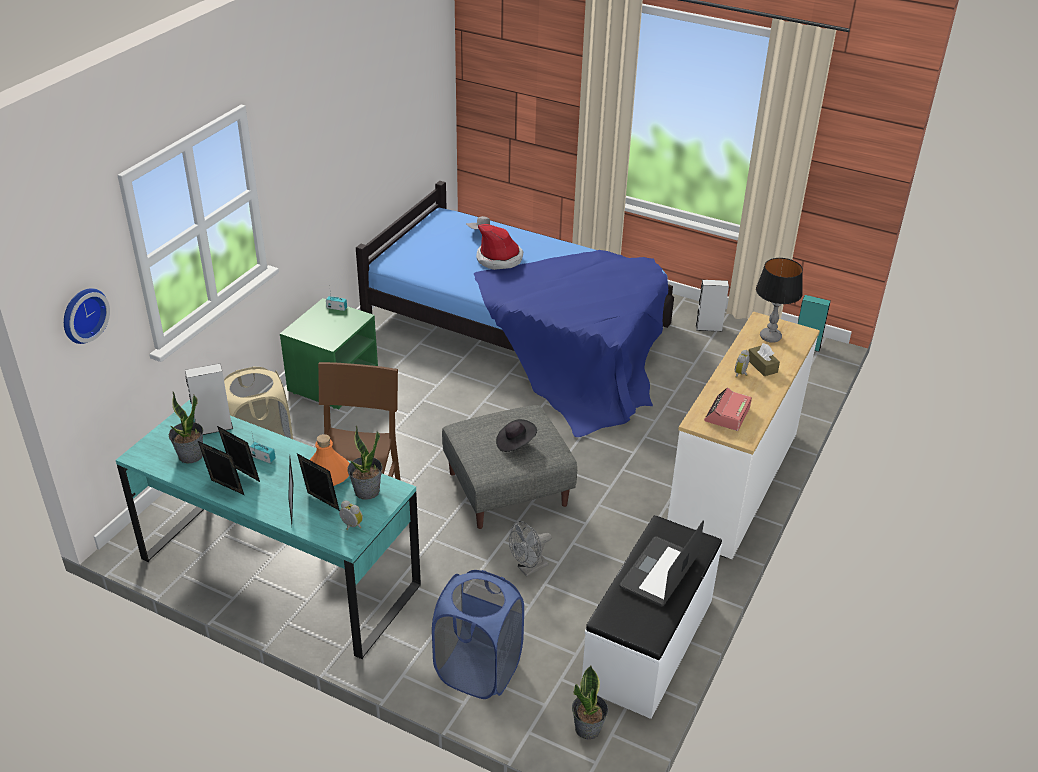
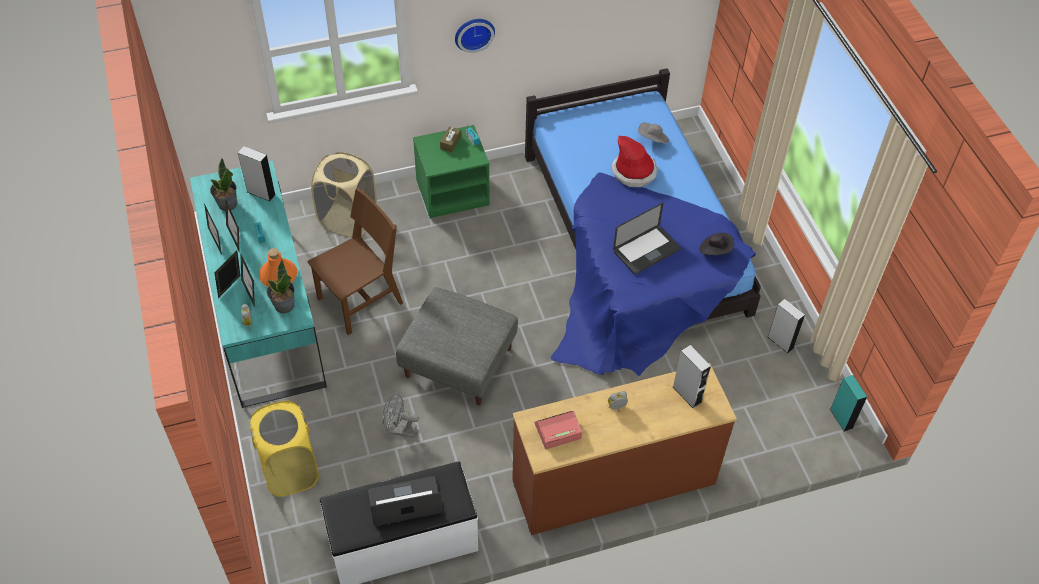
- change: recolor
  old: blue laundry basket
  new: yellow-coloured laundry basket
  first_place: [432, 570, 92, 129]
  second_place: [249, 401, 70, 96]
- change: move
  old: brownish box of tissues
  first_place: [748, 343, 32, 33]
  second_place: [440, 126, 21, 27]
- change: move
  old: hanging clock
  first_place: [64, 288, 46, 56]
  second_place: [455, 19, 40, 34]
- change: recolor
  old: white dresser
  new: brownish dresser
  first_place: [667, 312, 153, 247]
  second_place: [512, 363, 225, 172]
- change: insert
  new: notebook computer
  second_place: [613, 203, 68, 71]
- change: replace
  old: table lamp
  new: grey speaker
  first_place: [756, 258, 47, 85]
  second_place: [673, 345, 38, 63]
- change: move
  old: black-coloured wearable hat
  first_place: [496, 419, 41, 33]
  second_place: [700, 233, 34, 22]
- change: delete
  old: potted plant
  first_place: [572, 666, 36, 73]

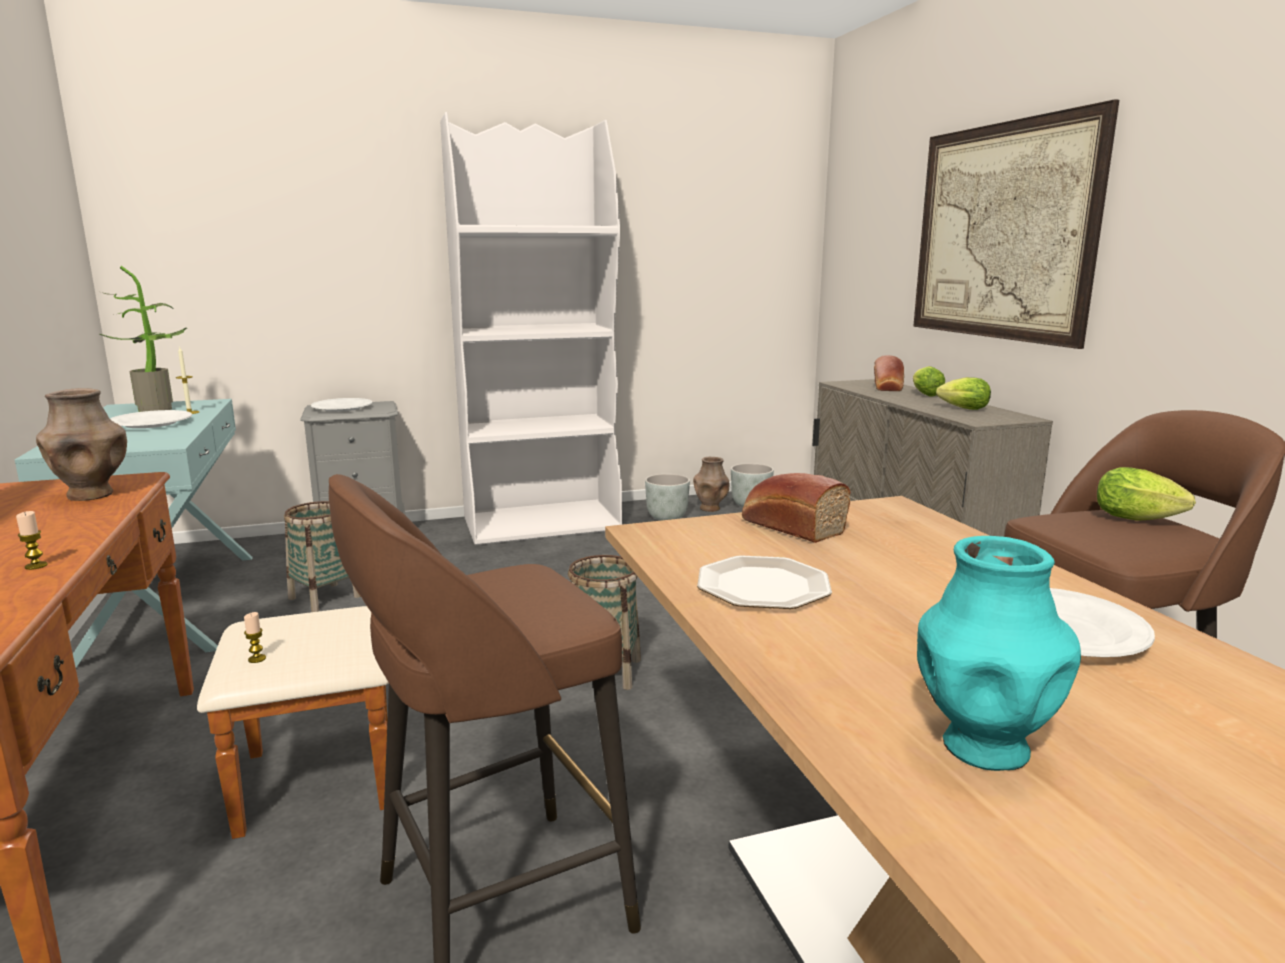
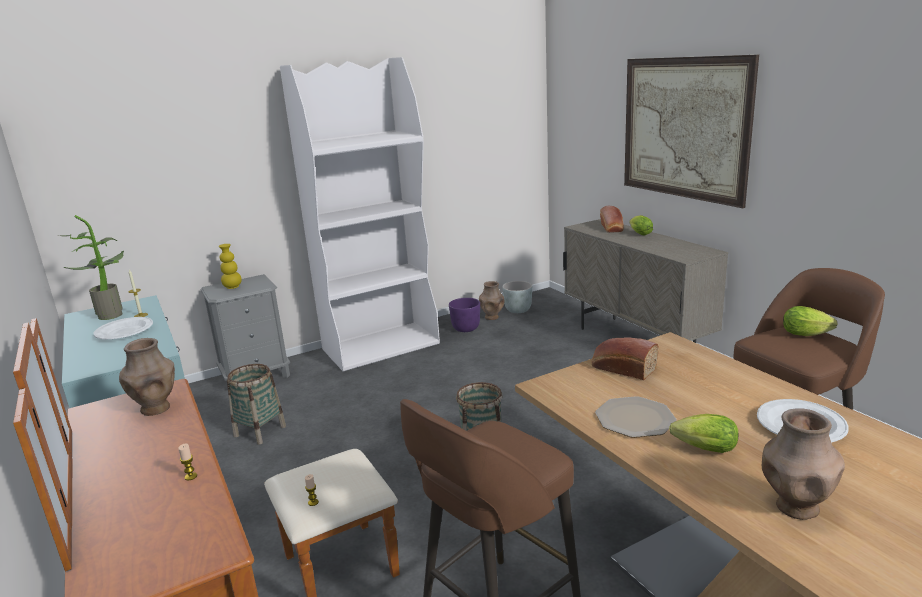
- change: replace
  old: white flat dish
  new: yellow-coloured decorative vase
  first_place: [311, 398, 62, 14]
  second_place: [219, 244, 23, 45]
- change: recolor
  old: grey plant pot
  new: purple-coloured plant pot
  first_place: [645, 474, 45, 47]
  second_place: [449, 298, 31, 34]
- change: move
  old: lettuce
  first_place: [936, 377, 55, 33]
  second_place: [669, 414, 69, 39]
- change: recolor
  old: turquoise-coloured decorative vase
  new: brownish decorative vase
  first_place: [917, 536, 164, 235]
  second_place: [762, 408, 83, 112]

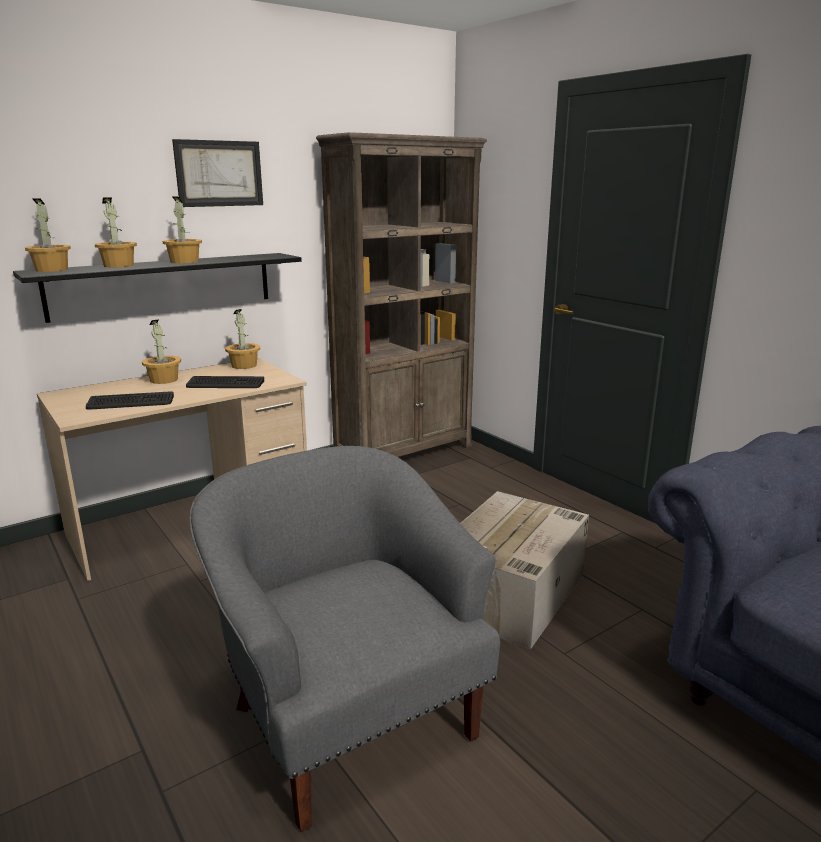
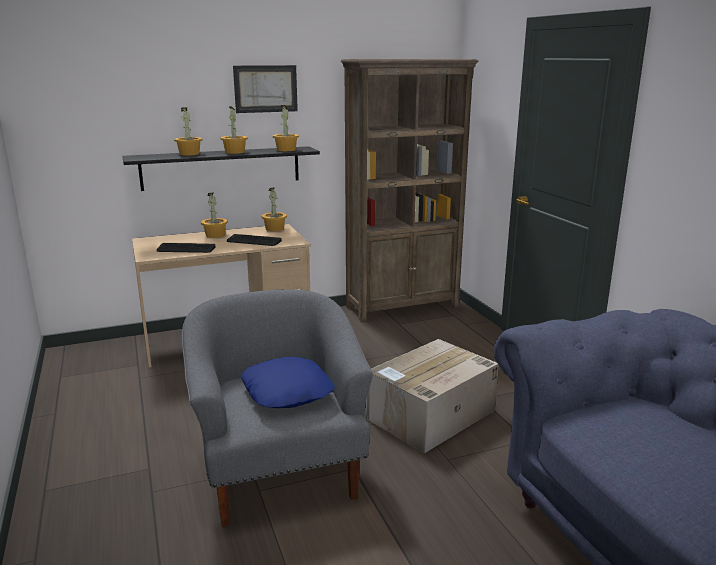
- change: insert
  new: blue throw pillow
  second_place: [241, 357, 94, 51]
- change: move
  old: potted plant
  first_place: [25, 198, 46, 74]
  second_place: [273, 105, 26, 46]

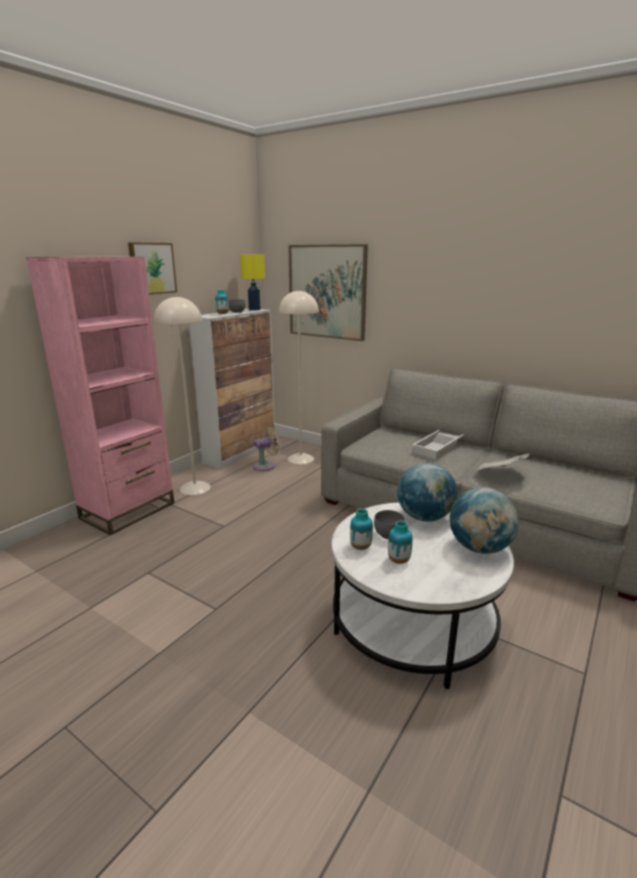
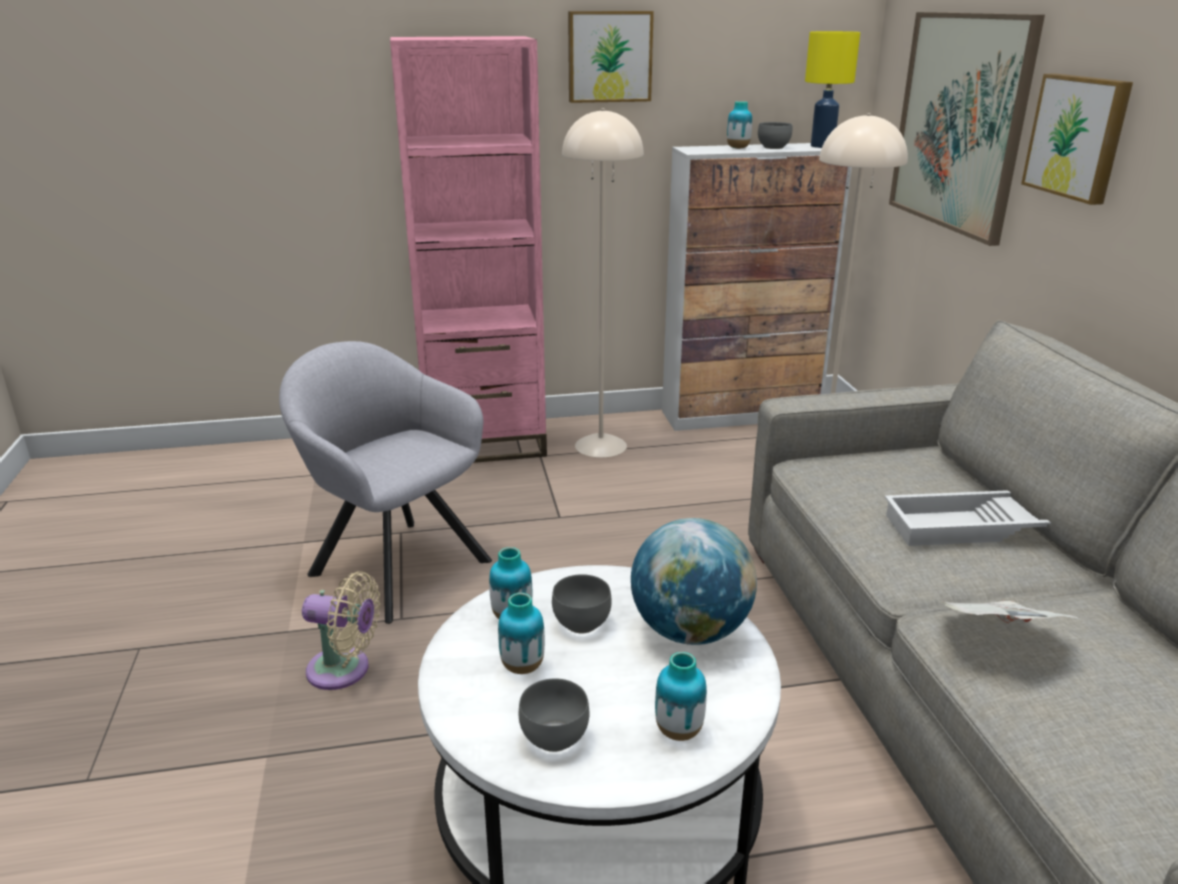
- change: insert
  new: grey armchair
  second_place: [279, 341, 213, 283]
- change: move
  old: beige-coloured electric fan
  first_place: [253, 427, 28, 44]
  second_place: [302, 571, 78, 119]
- change: insert
  new: grey deep dish
  second_place: [519, 678, 70, 74]
- change: replace
  old: world globe
  new: decorative vase
  first_place: [450, 487, 69, 67]
  second_place: [655, 652, 52, 89]
- change: insert
  new: picture
  second_place: [1021, 74, 112, 131]

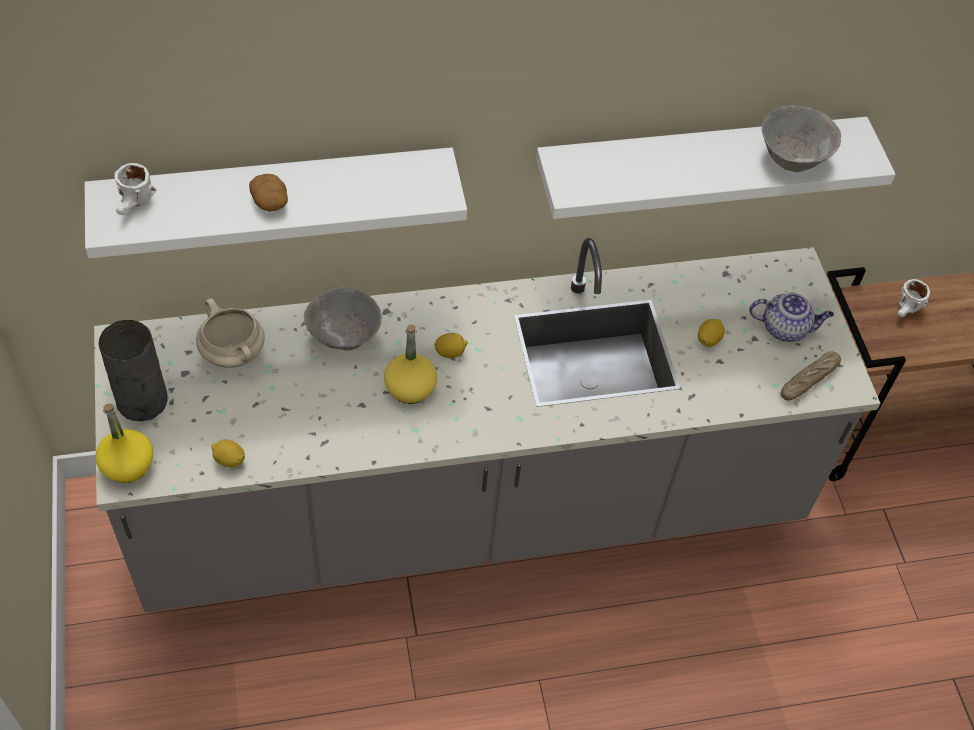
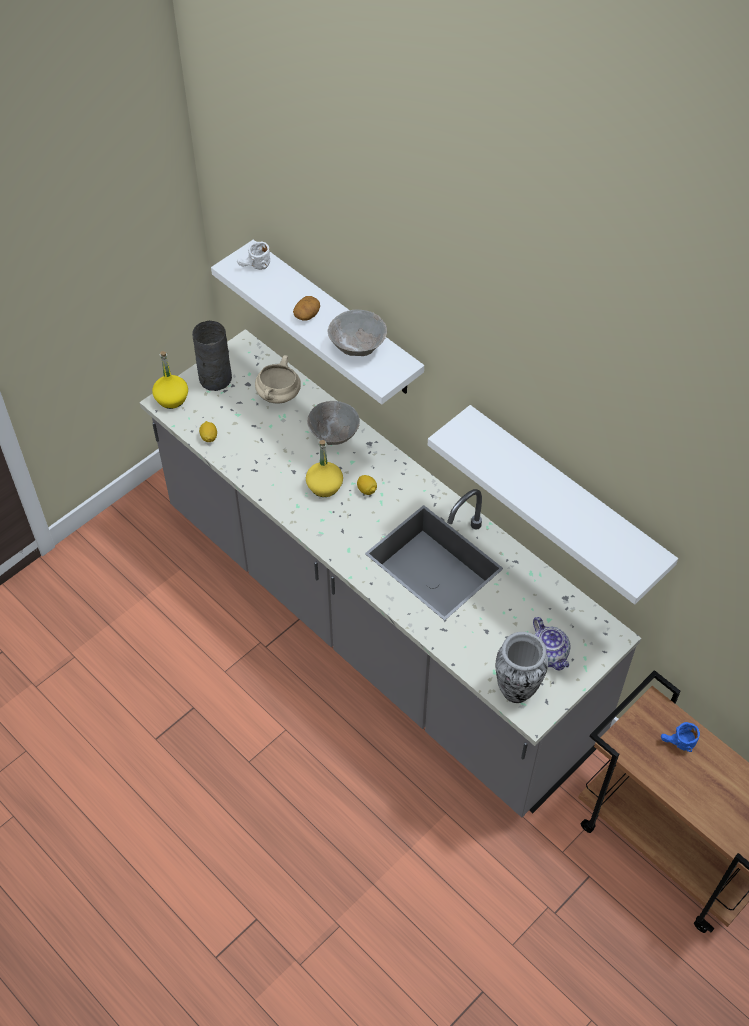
- change: move
  old: grey deep dish
  first_place: [762, 106, 79, 66]
  second_place: [327, 310, 60, 46]
- change: replace
  old: bakery bread
  new: decorative vase
  first_place: [781, 351, 60, 50]
  second_place: [496, 632, 52, 71]
- change: recolor
  old: white coffee mug
  new: blue coffee mug
  first_place: [898, 279, 32, 38]
  second_place: [661, 722, 39, 30]
- change: delete
  old: citrus fruit
  first_place: [698, 319, 27, 28]

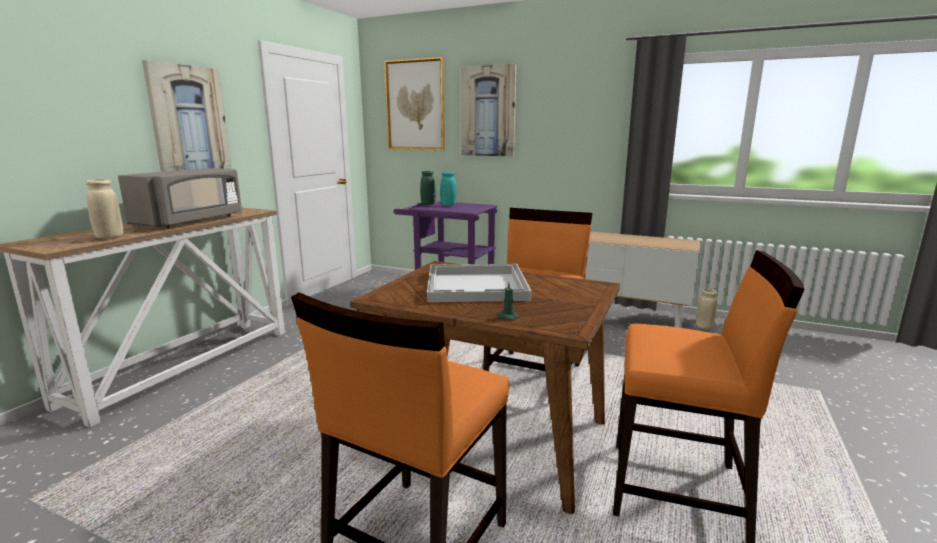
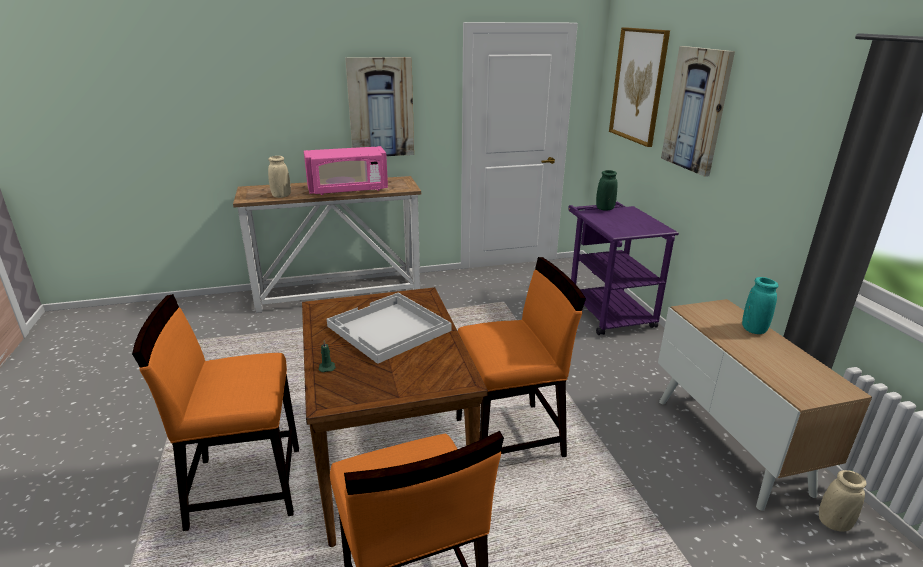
- change: recolor
  old: grey kitchen microwave
  new: pinkish kitchen microwave
  first_place: [118, 168, 124, 60]
  second_place: [304, 146, 84, 49]
- change: move
  old: turquoise-coloured decorative vase
  first_place: [440, 172, 17, 34]
  second_place: [742, 277, 36, 57]

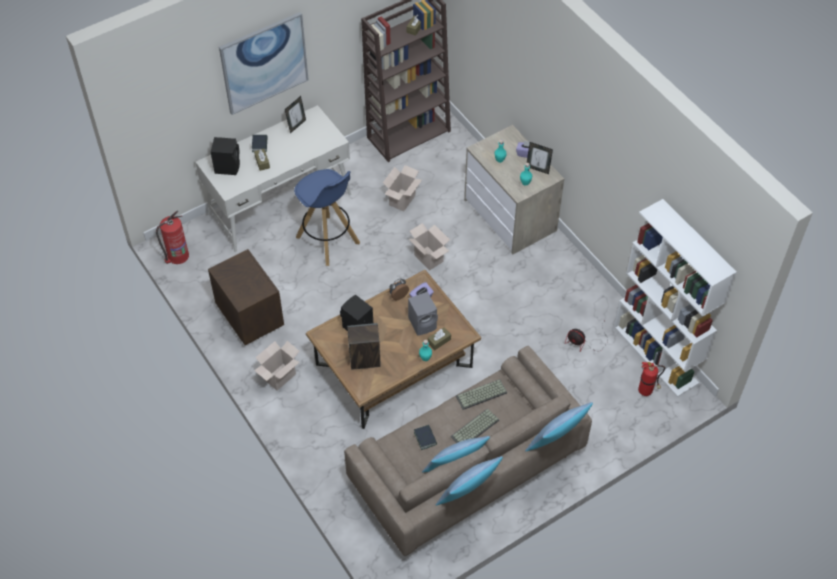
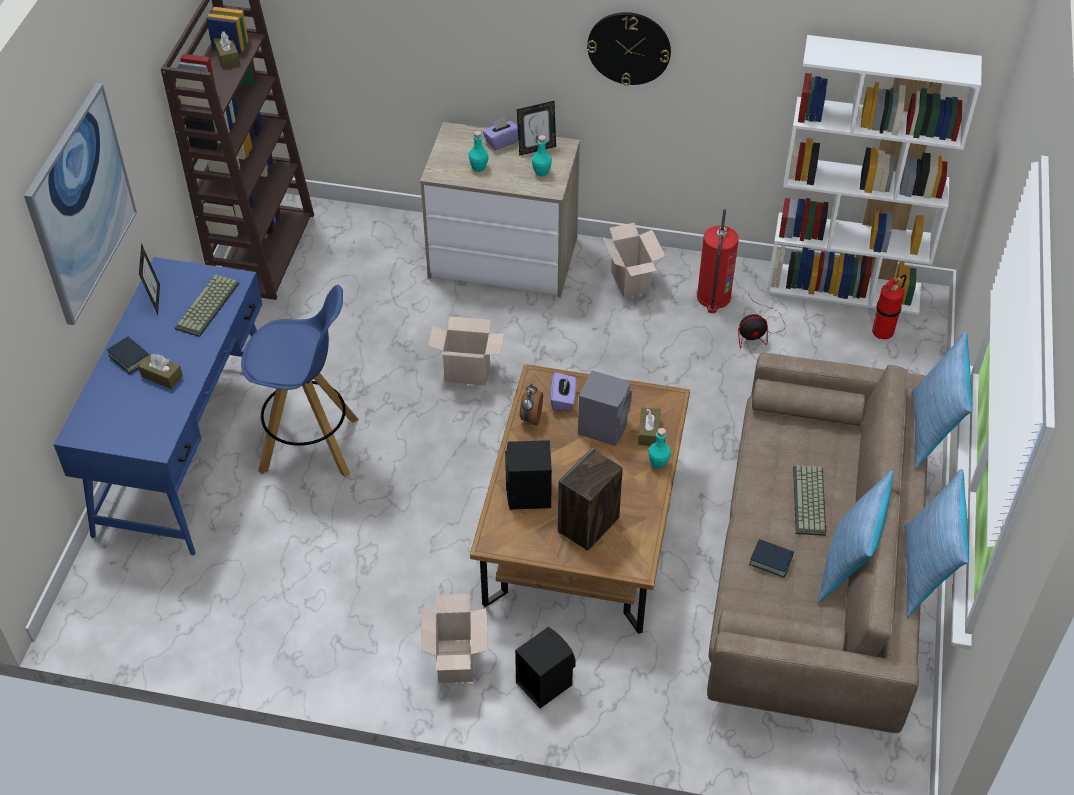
- change: recolor
  old: white desk unit
  new: blue desk unit
  first_place: [196, 105, 155, 147]
  second_place: [54, 257, 208, 298]
- change: move
  old: PC keyboard
  first_place: [456, 379, 51, 31]
  second_place: [175, 274, 64, 63]
- change: move
  old: black-coloured speaker
  first_place: [211, 137, 29, 38]
  second_place: [515, 627, 61, 81]
- change: insert
  new: hanging clock
  second_place: [587, 12, 84, 74]
- change: move
  old: cardboard box
  first_place: [383, 165, 39, 46]
  second_place: [602, 223, 63, 75]
- change: move
  old: fire-fighting cylinder
  first_place: [156, 210, 33, 54]
  second_place: [697, 209, 42, 104]
- change: delete
  old: brownish nightstand
  first_place: [208, 249, 76, 96]

